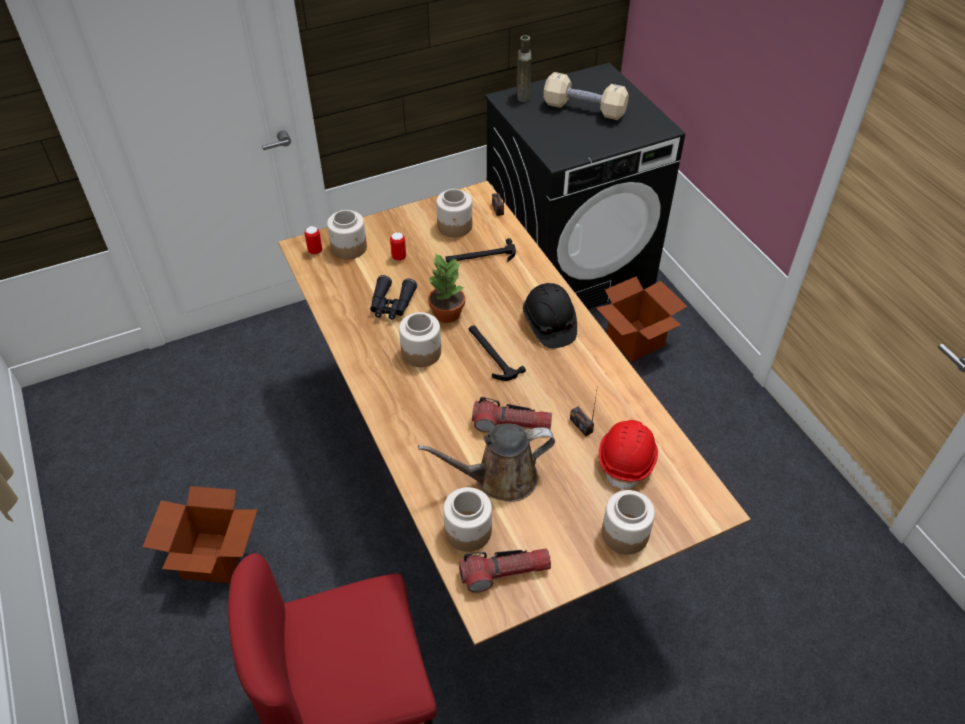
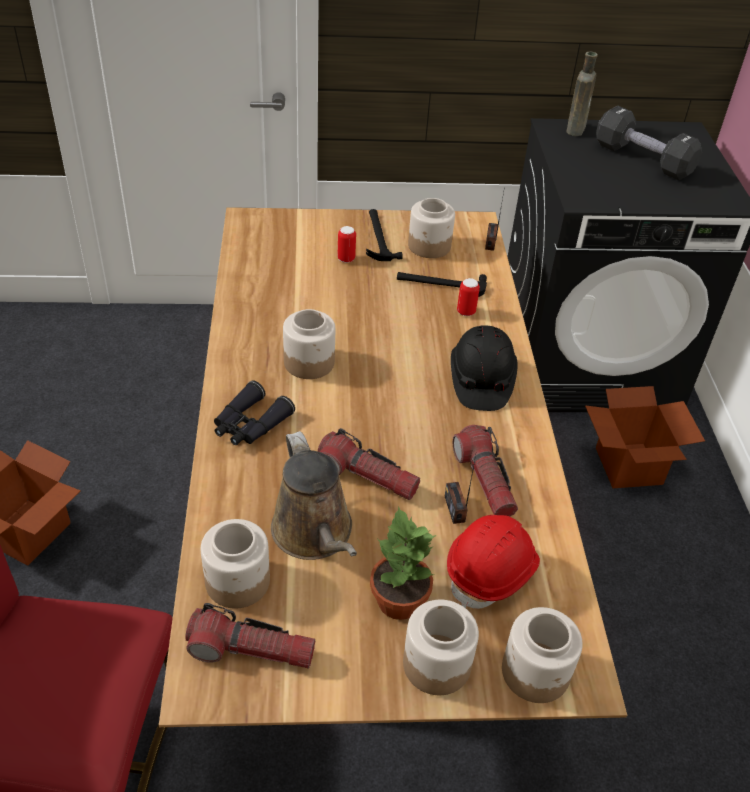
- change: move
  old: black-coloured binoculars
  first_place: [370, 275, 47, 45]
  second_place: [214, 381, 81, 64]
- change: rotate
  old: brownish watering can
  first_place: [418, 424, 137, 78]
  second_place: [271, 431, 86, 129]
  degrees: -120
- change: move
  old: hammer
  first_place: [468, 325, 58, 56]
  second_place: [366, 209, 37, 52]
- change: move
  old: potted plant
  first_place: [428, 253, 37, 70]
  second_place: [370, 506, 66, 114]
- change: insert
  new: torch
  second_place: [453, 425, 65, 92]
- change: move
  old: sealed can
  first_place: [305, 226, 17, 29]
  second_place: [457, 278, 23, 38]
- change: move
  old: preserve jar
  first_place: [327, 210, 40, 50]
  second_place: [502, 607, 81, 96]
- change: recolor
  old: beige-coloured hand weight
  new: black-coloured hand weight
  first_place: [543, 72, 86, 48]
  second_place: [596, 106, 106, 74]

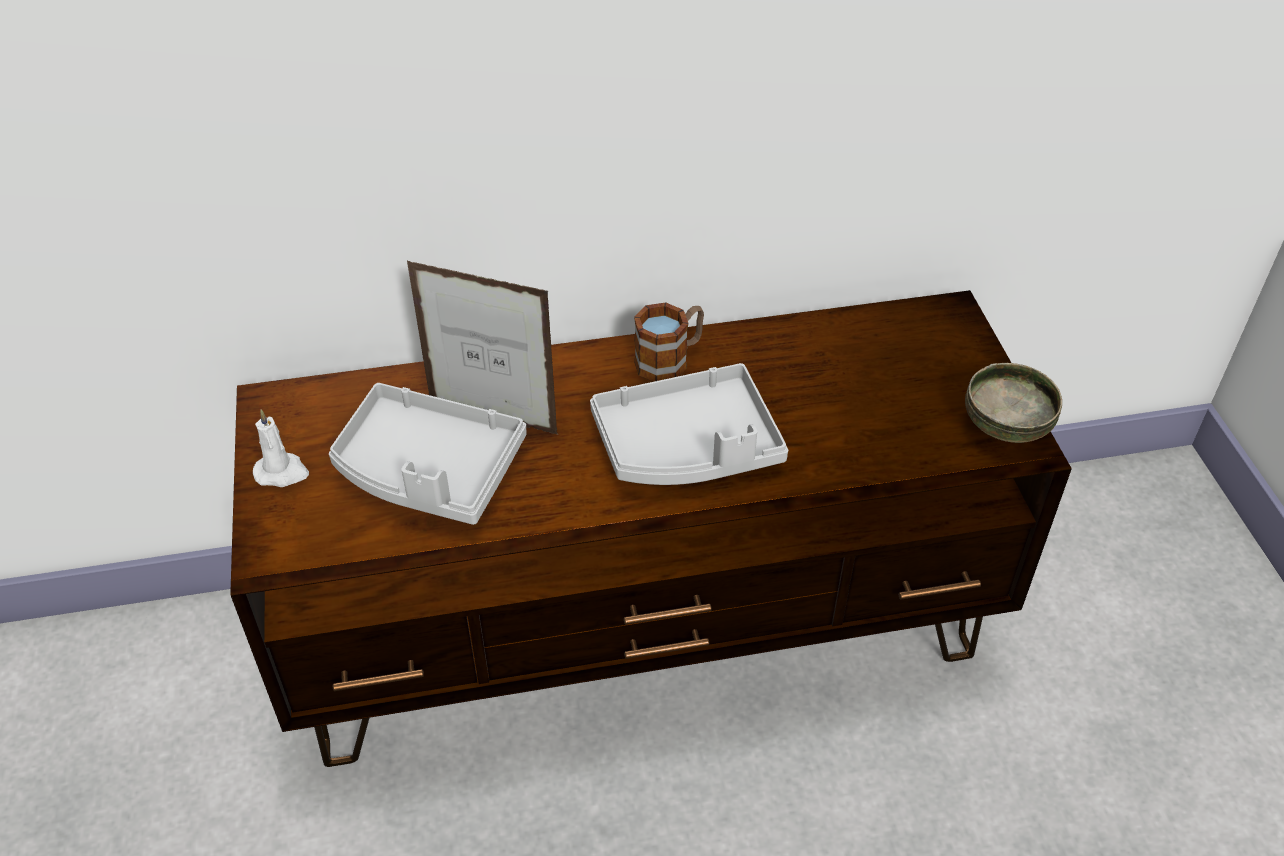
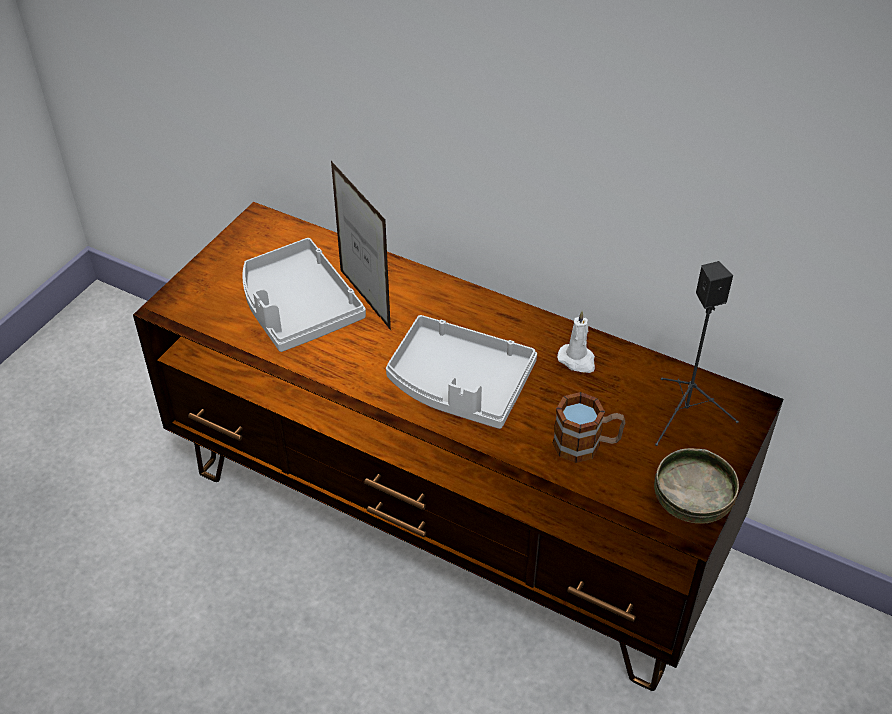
- change: move
  old: coffee mug
  first_place: [634, 302, 70, 80]
  second_place: [553, 392, 73, 71]
- change: move
  old: white candle
  first_place: [253, 409, 56, 78]
  second_place: [557, 311, 38, 62]
- change: insert
  new: black-coloured speaker
  second_place: [655, 261, 84, 185]

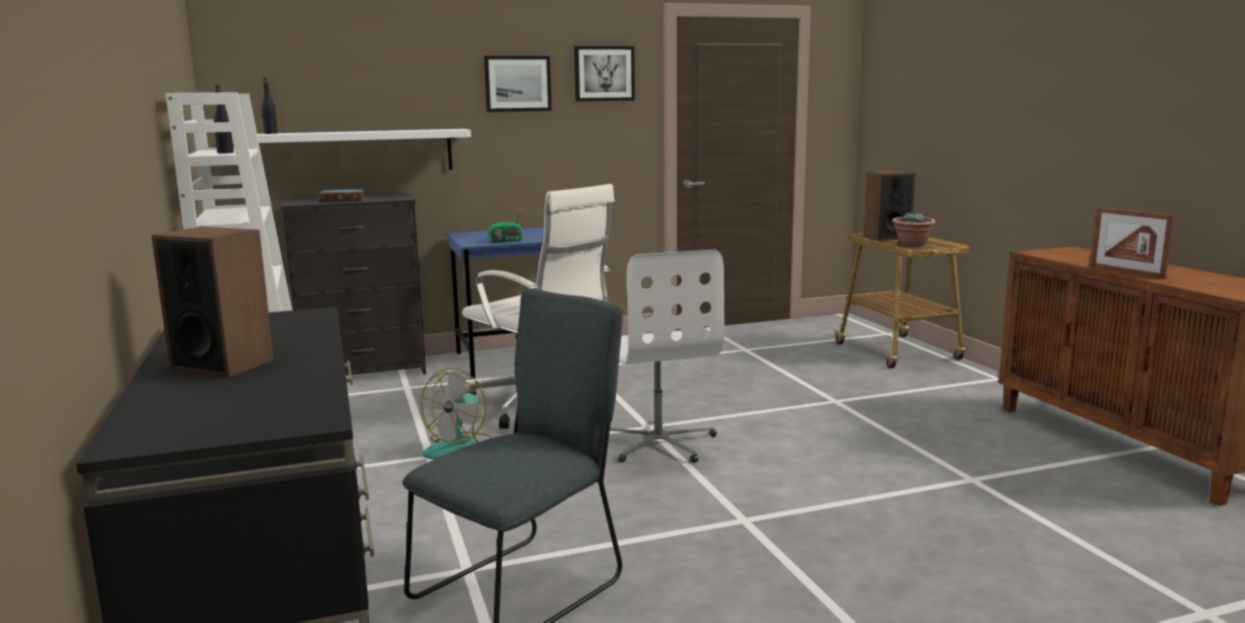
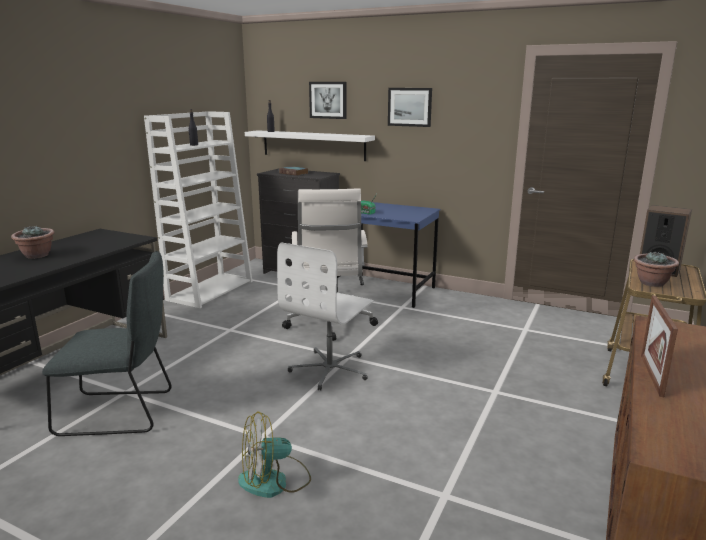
- change: replace
  old: speaker
  new: potted plant
  first_place: [151, 227, 123, 150]
  second_place: [11, 225, 43, 34]
- change: move
  old: electric fan
  first_place: [420, 368, 72, 91]
  second_place: [238, 411, 73, 87]
- change: move
  old: picture
  first_place: [574, 46, 61, 56]
  second_place: [309, 82, 38, 37]

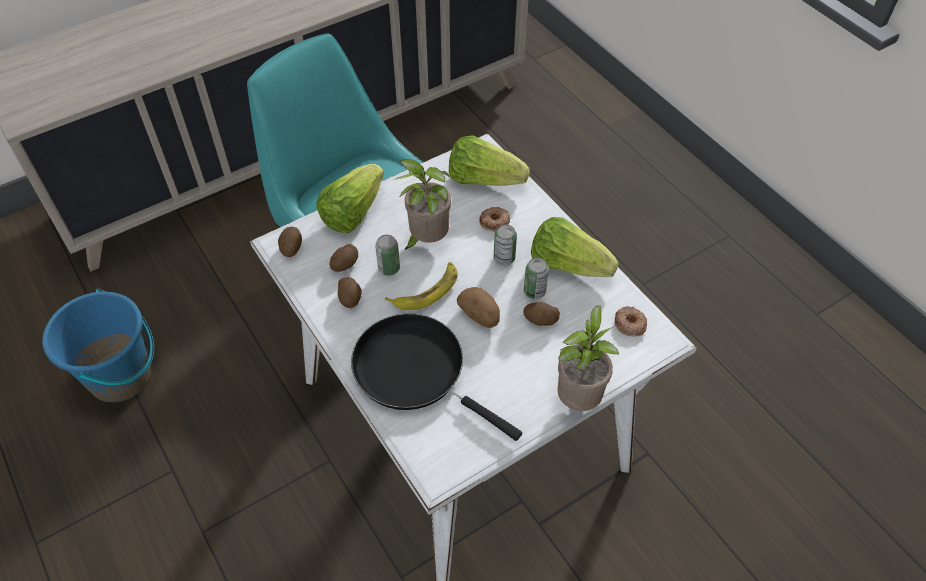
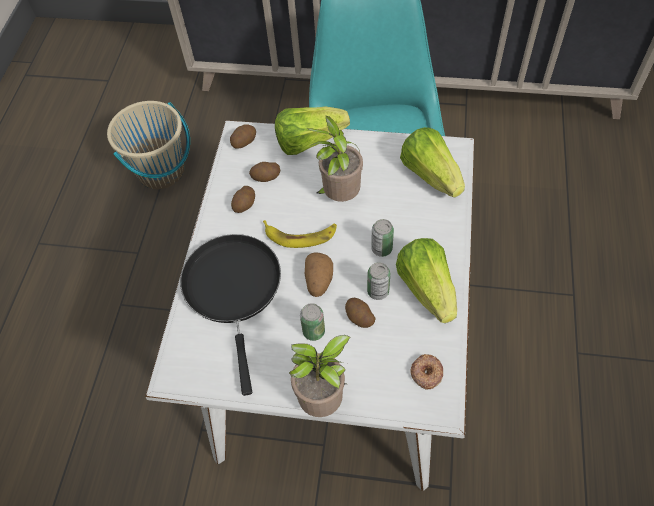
- change: recolor
  old: blue pail
  new: beige-coloured pail
  first_place: [42, 289, 112, 113]
  second_place: [107, 101, 83, 88]
- change: move
  old: sealed can
  first_place: [375, 235, 25, 41]
  second_place: [300, 303, 25, 38]
- change: delete
  old: ring doughnut
  first_place: [479, 207, 32, 25]

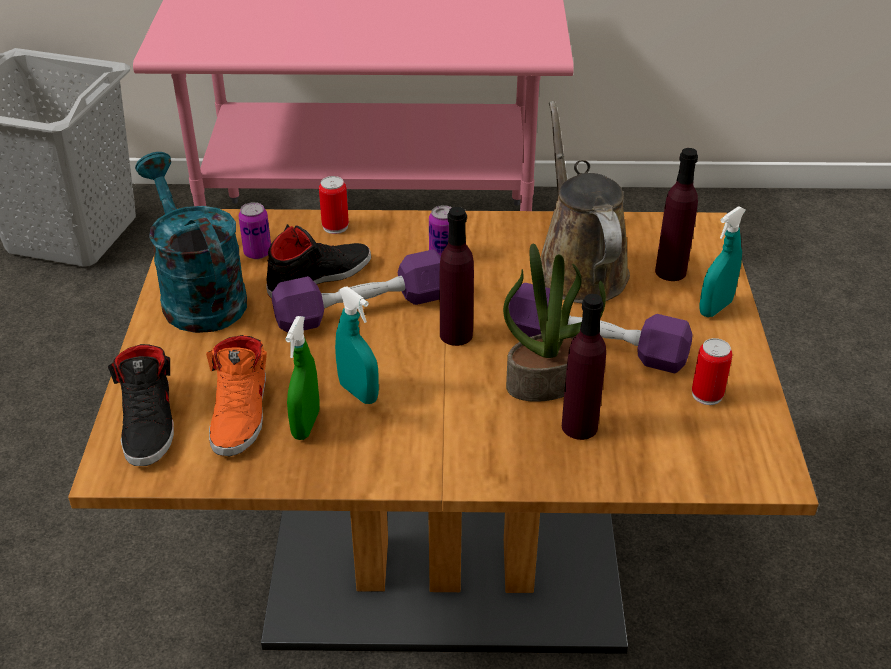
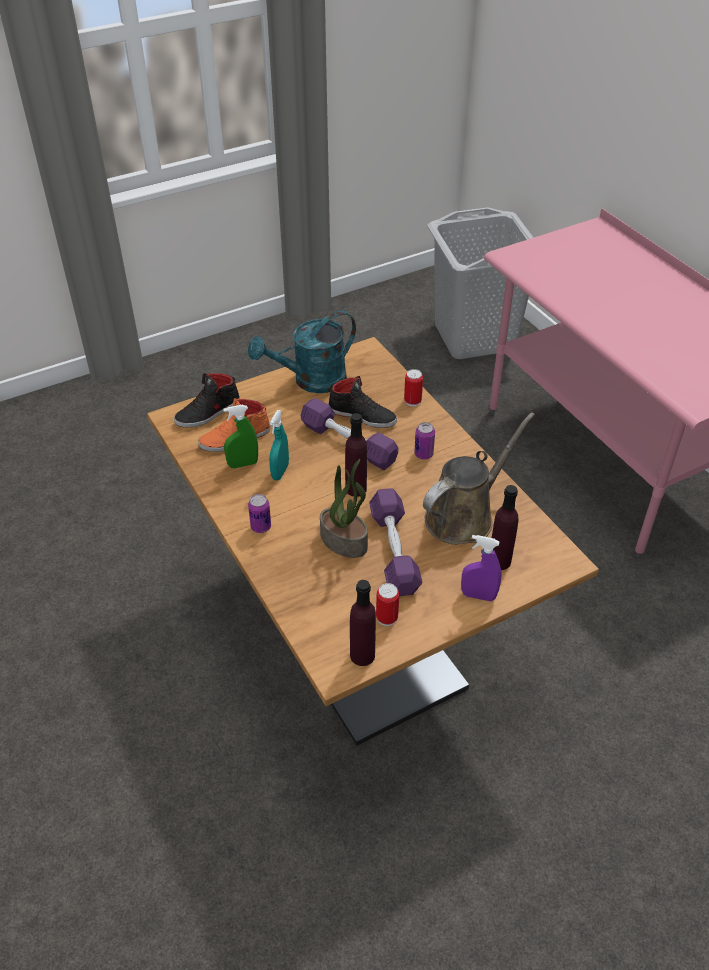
- change: rotate
  old: turquoise-coloured watering can
  first_place: [135, 152, 112, 181]
  second_place: [248, 311, 108, 82]
  degrees: -150
- change: move
  old: sealed can
  first_place: [238, 202, 33, 57]
  second_place: [248, 494, 23, 39]
- change: move
  old: purple-coloured drink bottle
  first_place: [562, 294, 44, 146]
  second_place: [350, 580, 26, 86]
- change: recolor
  old: turquoise-coloured sprayer
  new: purple-coloured sprayer
  first_place: [699, 206, 47, 111]
  second_place: [461, 535, 41, 66]

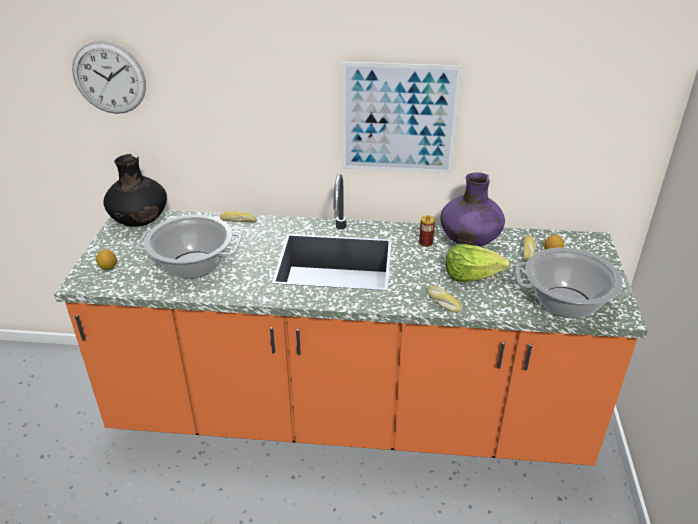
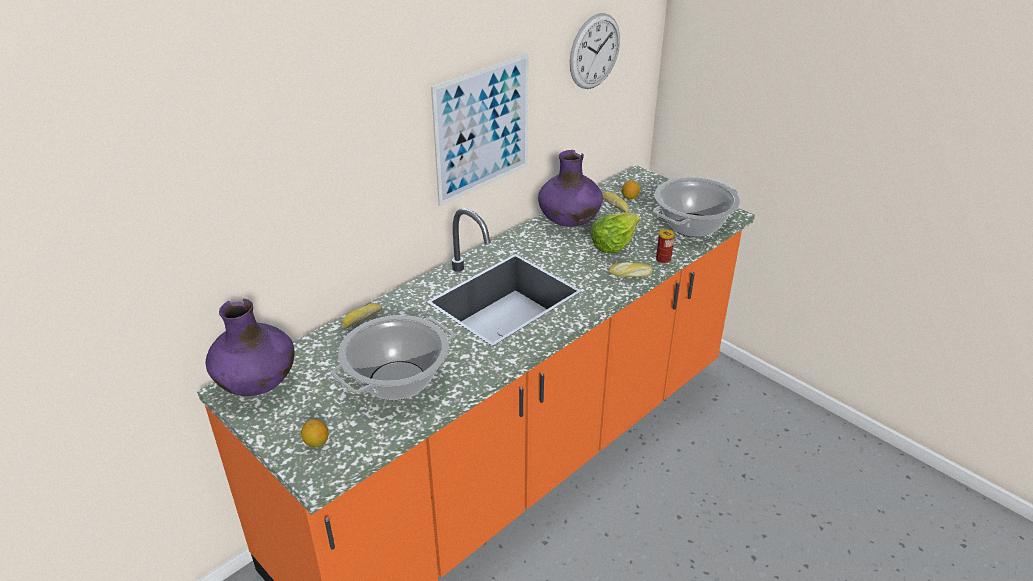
- change: recolor
  old: black-coloured decorative vase
  new: purple-coloured decorative vase
  first_place: [104, 154, 63, 73]
  second_place: [205, 298, 90, 98]
- change: move
  old: hanging clock
  first_place: [72, 41, 74, 73]
  second_place: [570, 13, 50, 76]
- change: move
  old: sealed can
  first_place: [419, 215, 16, 32]
  second_place: [656, 229, 19, 35]

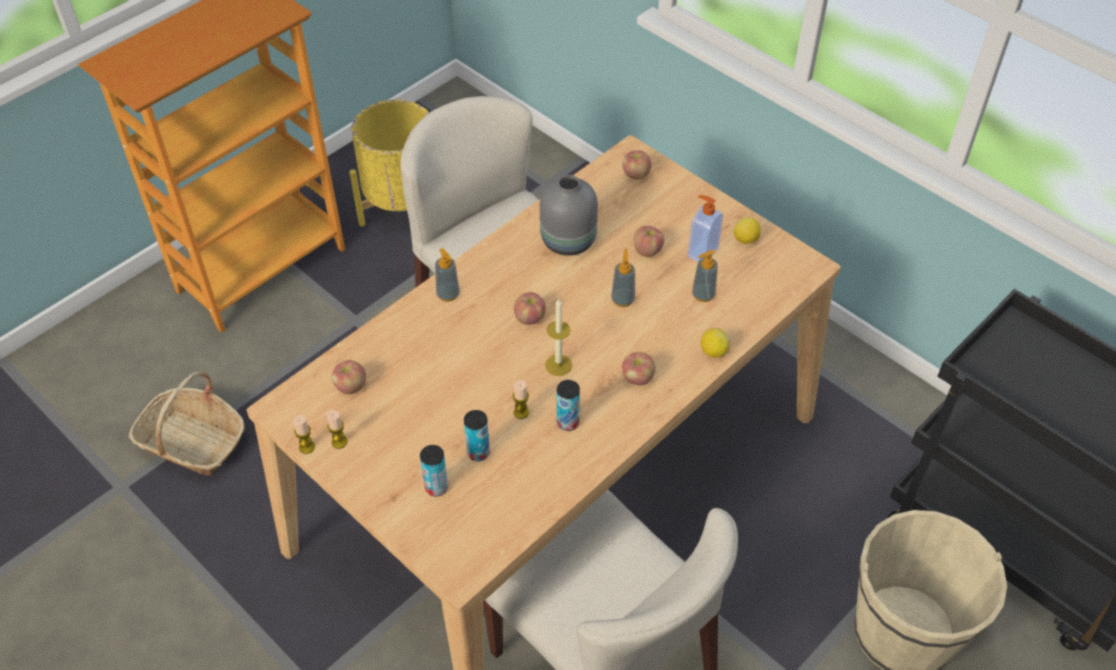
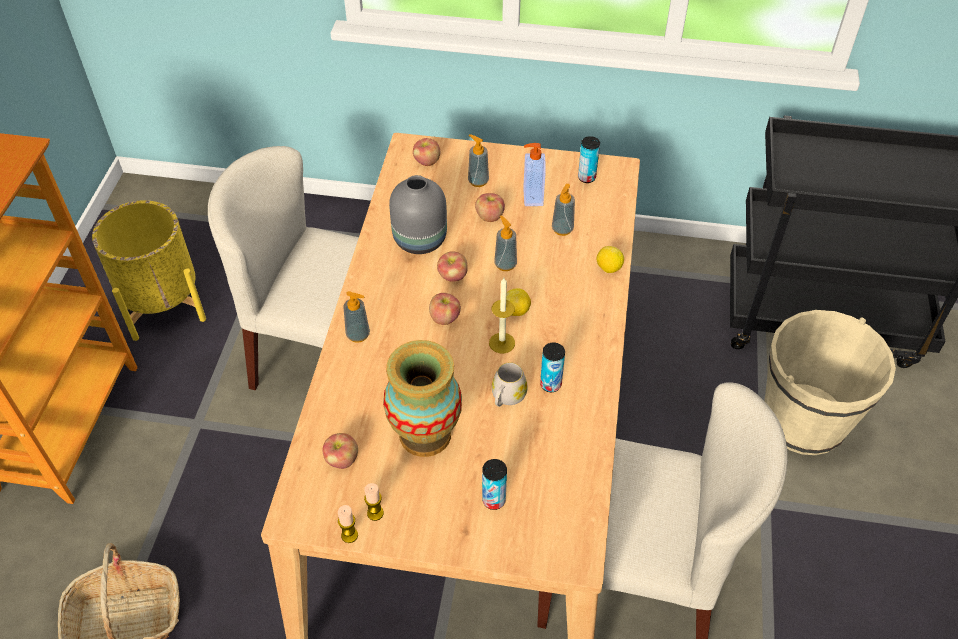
- change: insert
  new: decorative vase
  second_place: [383, 340, 79, 117]
- change: move
  old: whole apple
  first_place: [622, 352, 34, 34]
  second_place: [437, 251, 31, 31]
- change: insert
  new: liquid soap bottle
  second_place: [468, 134, 21, 53]
- change: replace
  old: candle
  new: white coffee mug
  first_place: [513, 380, 16, 39]
  second_place: [492, 362, 35, 45]
- change: move
  old: citrus fruit
  first_place: [734, 217, 27, 27]
  second_place: [506, 288, 25, 28]
- change: move
  old: sealed can
  first_place: [464, 410, 26, 51]
  second_place: [578, 136, 22, 47]

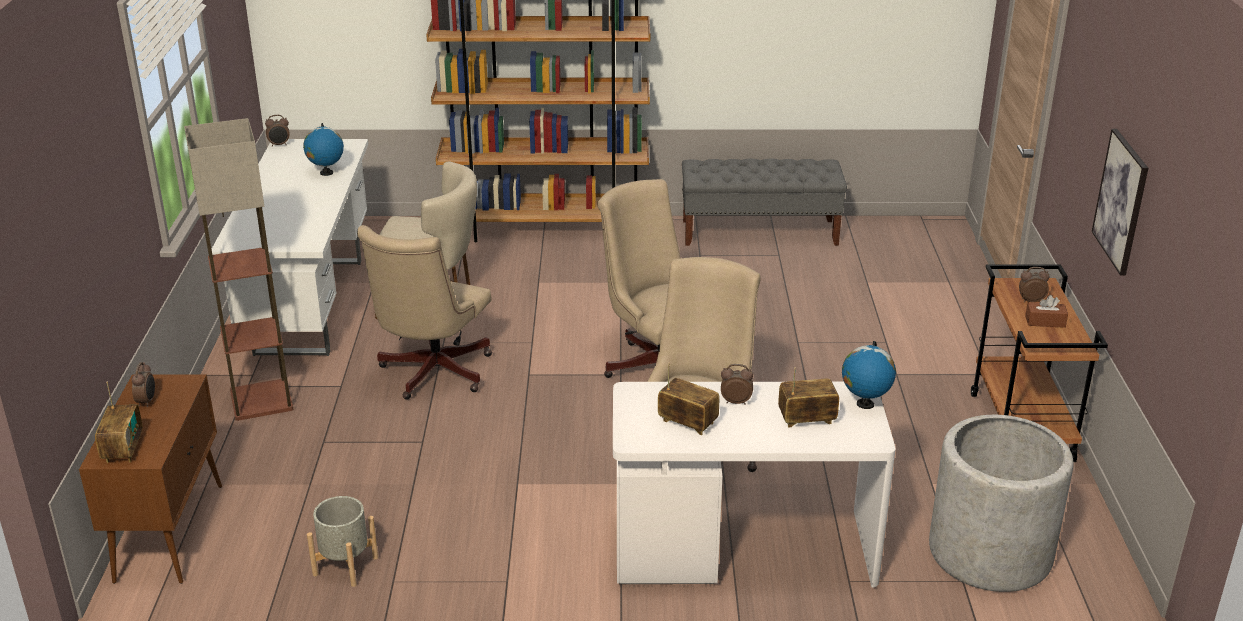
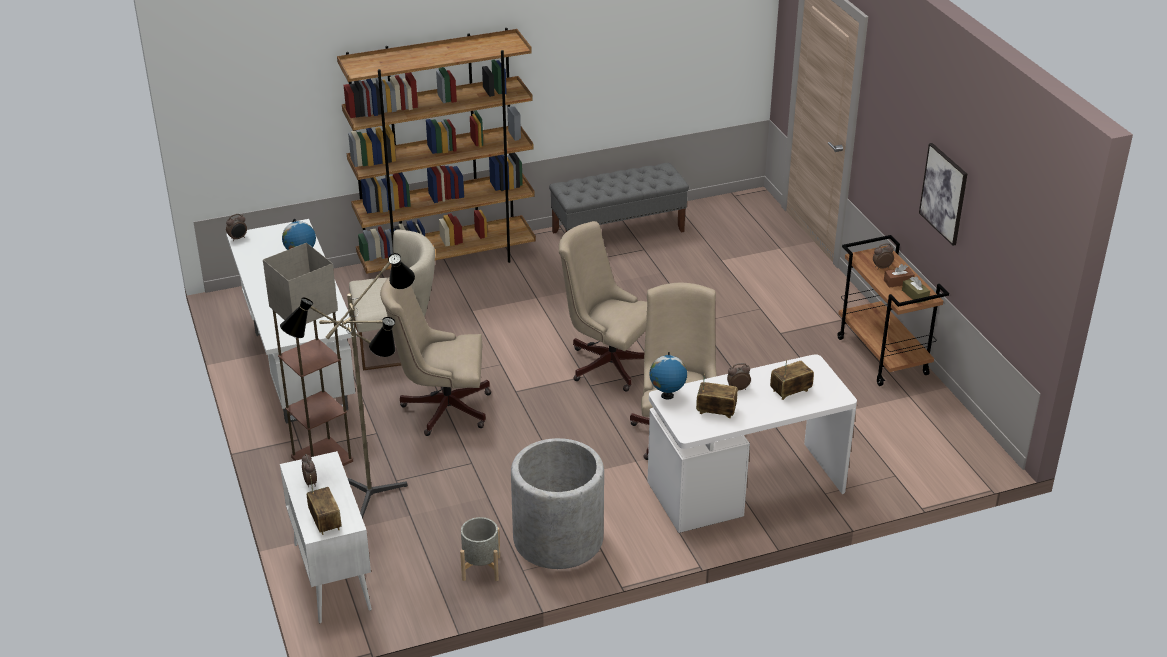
- change: insert
  new: standing lamp
  second_place: [280, 253, 135, 266]
- change: recolor
  old: brownish cupboard
  new: white cupboard
  first_place: [79, 375, 143, 209]
  second_place: [280, 451, 92, 172]
- change: rotate
  old: beige-coloured desk chair
  first_place: [357, 225, 135, 175]
  second_place: [380, 277, 111, 159]
  degrees: 90
- change: move
  old: grey plant pot
  first_place: [929, 415, 144, 177]
  second_place: [511, 438, 93, 131]
- change: move
  old: world globe
  first_place: [842, 341, 54, 68]
  second_place: [649, 352, 38, 48]
- change: insert
  new: brownish box of tissues
  second_place: [902, 276, 28, 28]

